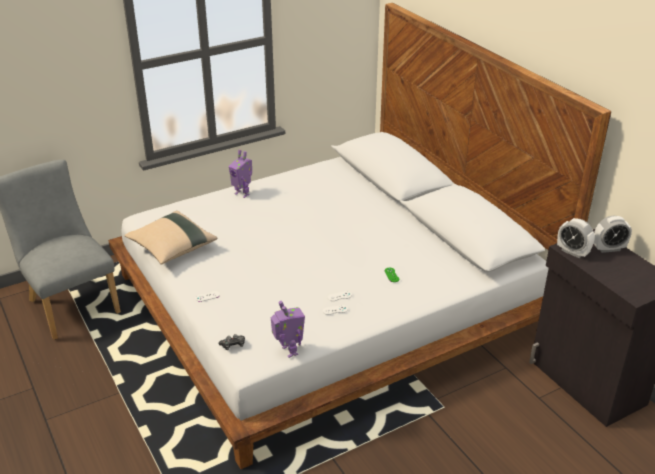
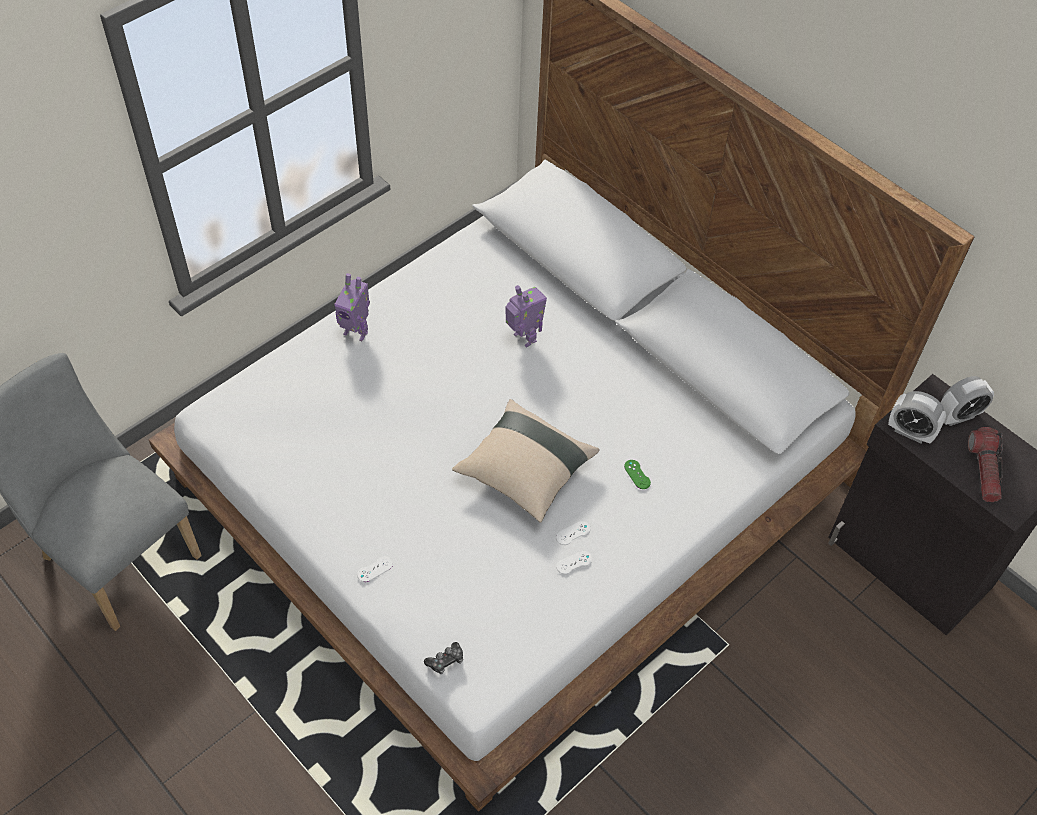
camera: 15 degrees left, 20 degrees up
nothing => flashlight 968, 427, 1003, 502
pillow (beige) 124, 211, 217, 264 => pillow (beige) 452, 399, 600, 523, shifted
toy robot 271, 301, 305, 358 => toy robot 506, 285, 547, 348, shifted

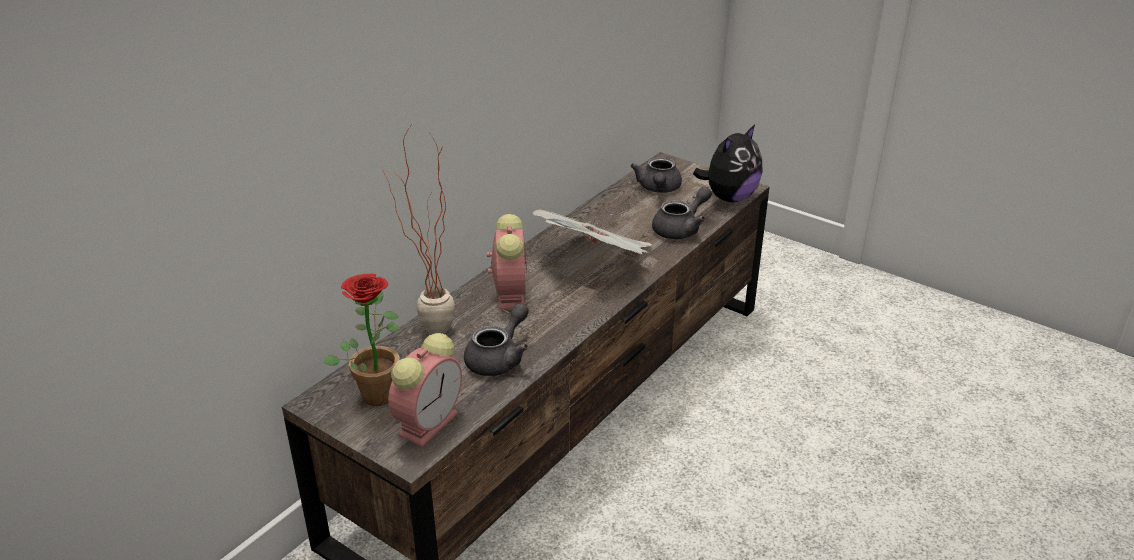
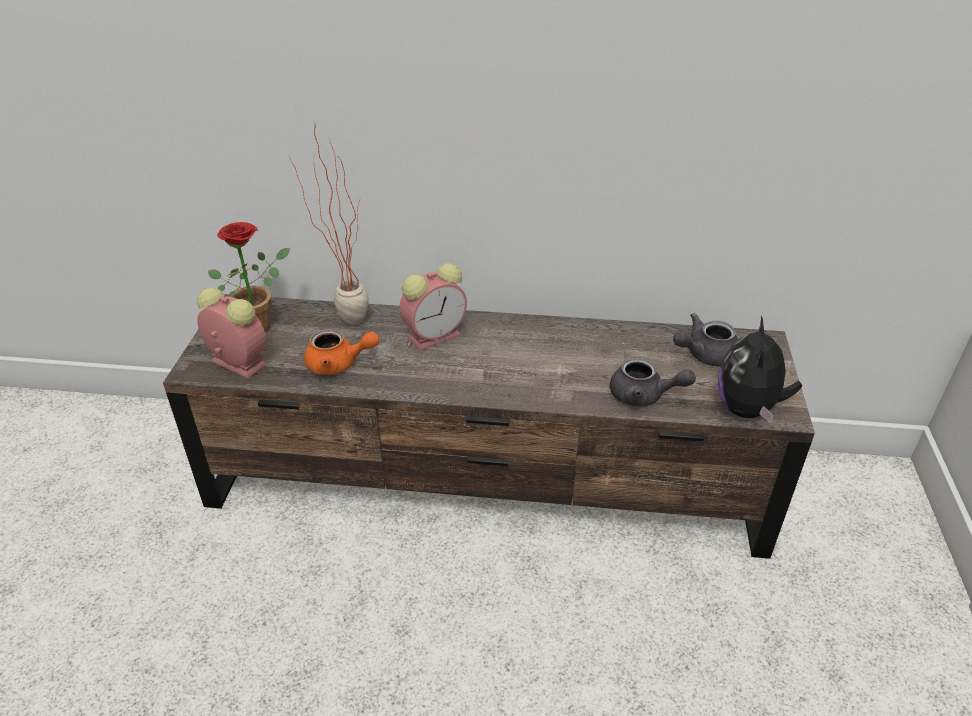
camera: 60 degrees right, 5 degrees up
newspaper 533, 209, 652, 254 => nothing
teapot (grey) 464, 303, 529, 376 => teapot (orange) 304, 329, 379, 375
alarm clock 388, 333, 462, 447 => alarm clock 197, 287, 266, 378, 150 degrees counterclockwise
plush toy 693, 124, 763, 202 => plush toy 718, 316, 802, 424, 90 degrees clockwise

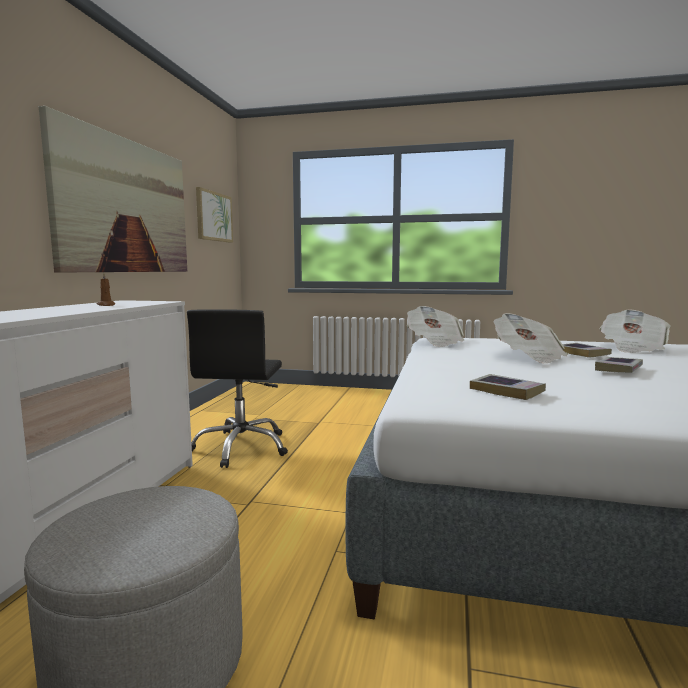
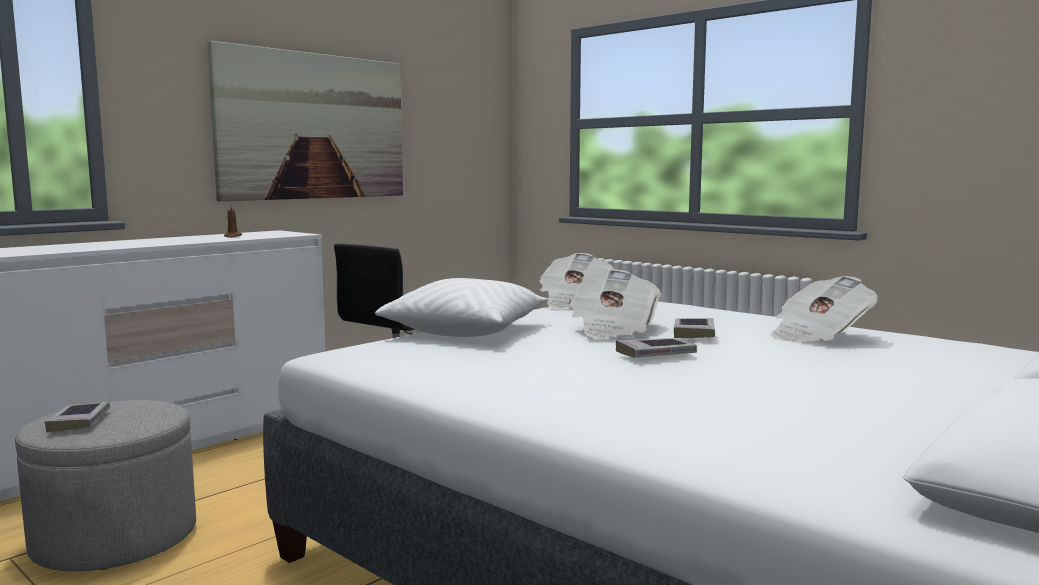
camera: 30 degrees right, 0 degrees up
picture 196, 187, 233, 243 => nothing
nothing => pillow (white) 375, 278, 548, 337
book 470, 374, 546, 400 => book 45, 401, 110, 432, shifted

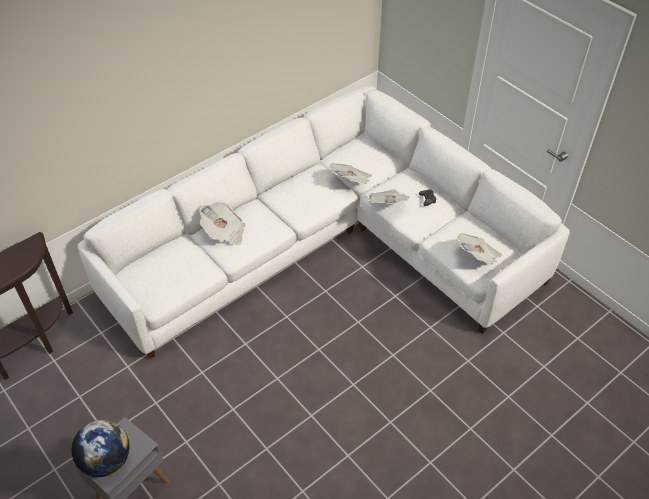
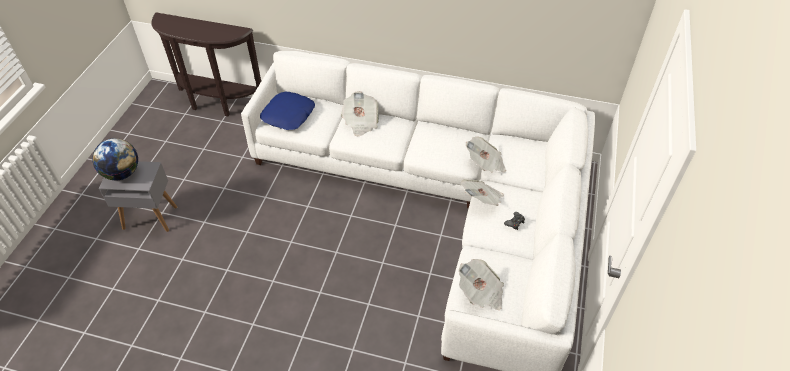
camera: 55 degrees right, 0 degrees up
nothing => pillow (blue) 260, 92, 315, 130

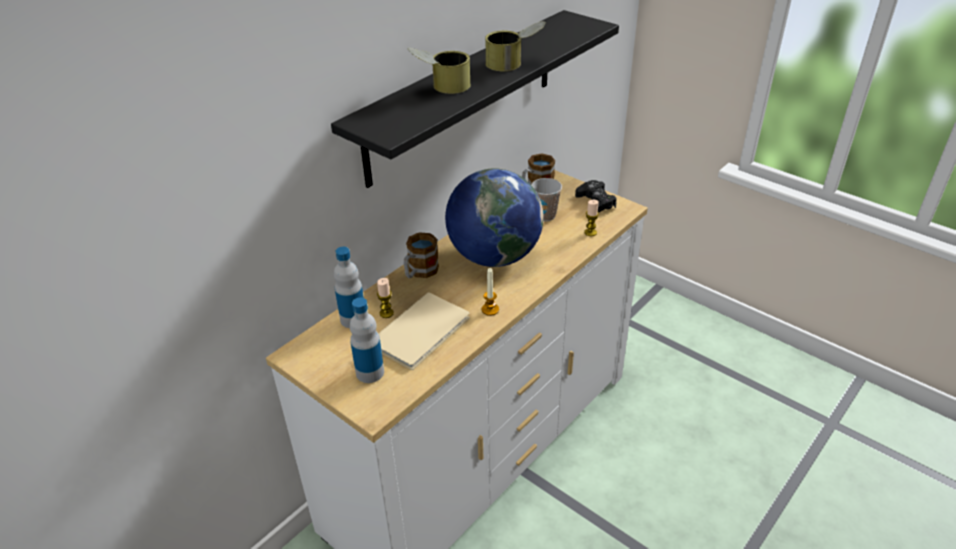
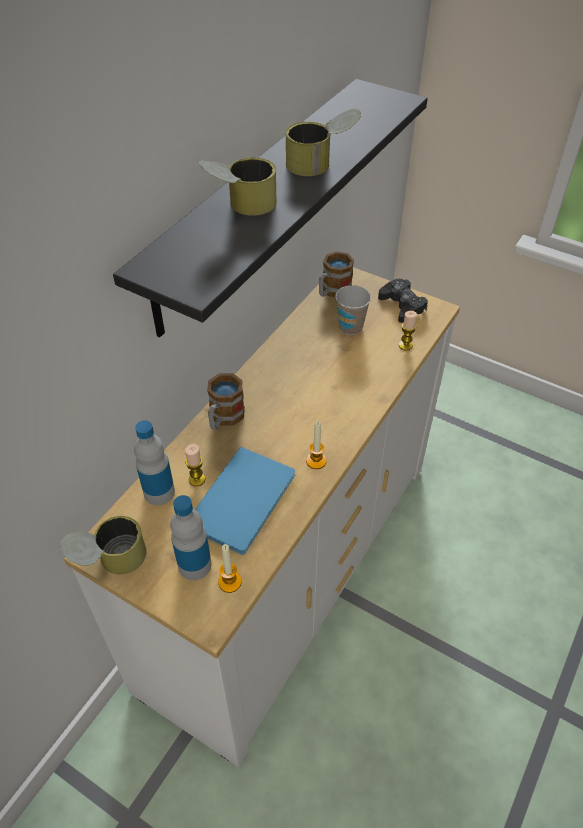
camera: 10 degrees left, 10 degrees up
globe 445, 168, 544, 267 => nothing
nothing => can 60, 516, 147, 574
nothing => candle 218, 544, 242, 593
book (beige) 378, 292, 470, 370 => book (blue) 195, 447, 295, 555

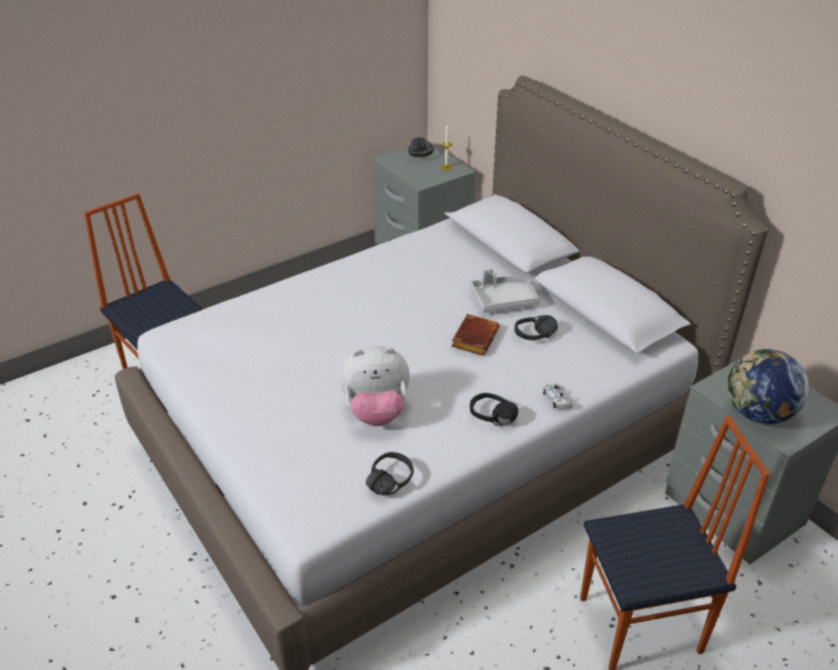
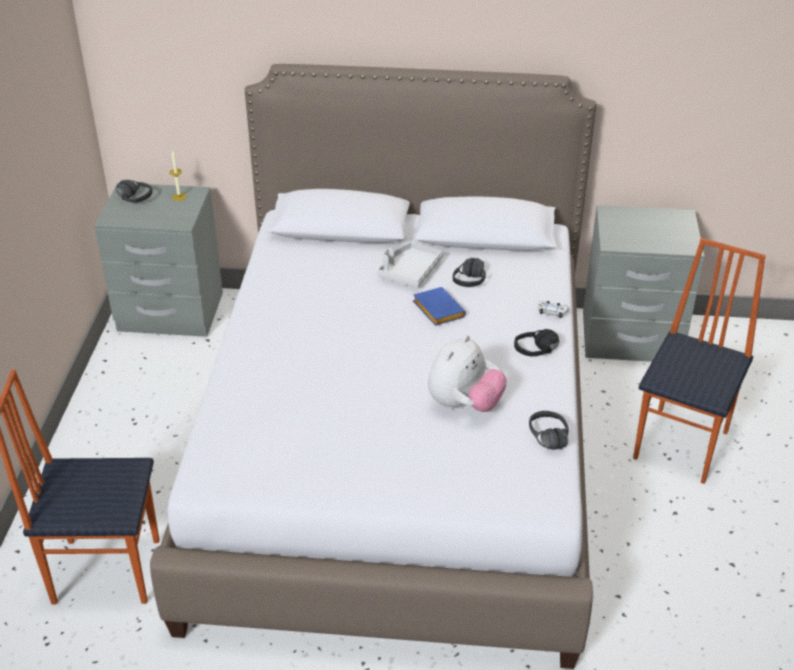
camera: 50 degrees left, 0 degrees up
globe 727, 349, 809, 424 => nothing
book (brown) 451, 314, 500, 356 => book (blue) 413, 287, 466, 326

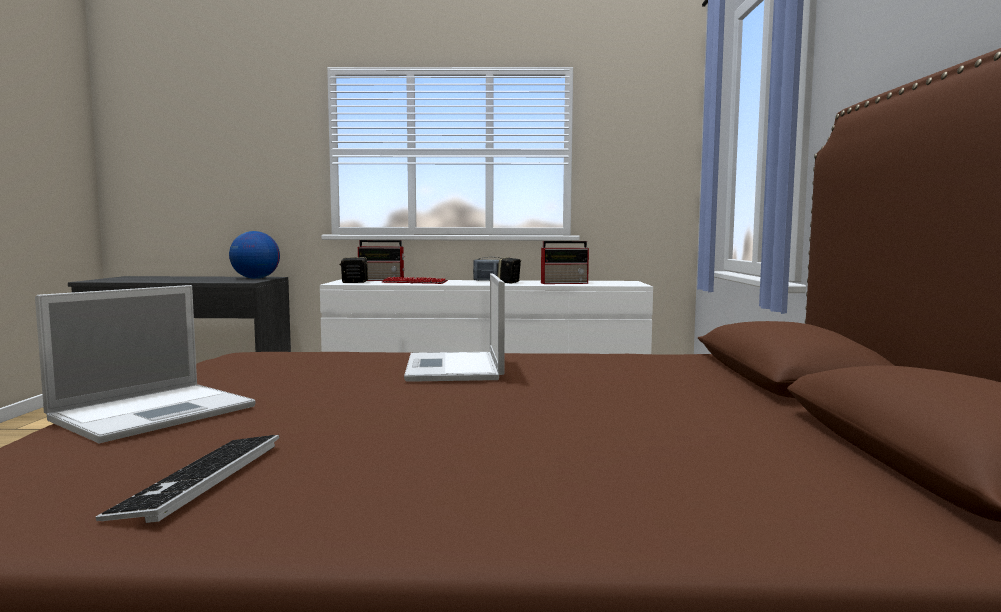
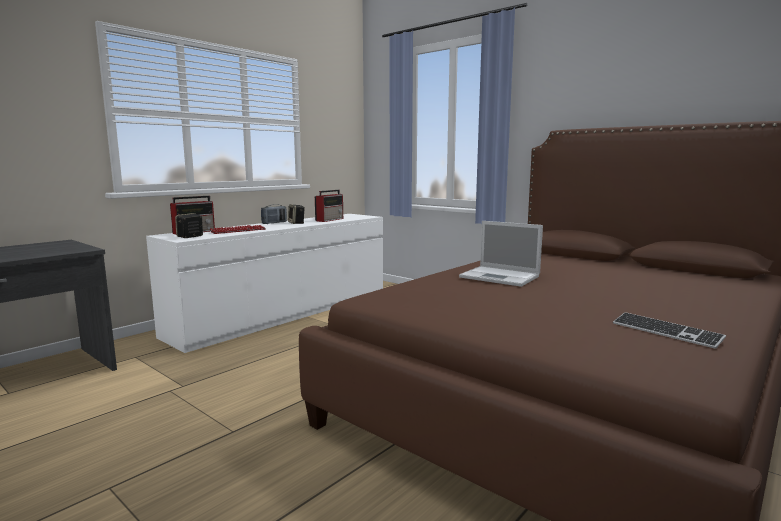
camera: 50 degrees left, 5 degrees up
laptop 35, 285, 255, 443 => nothing
globe 229, 231, 280, 279 => nothing

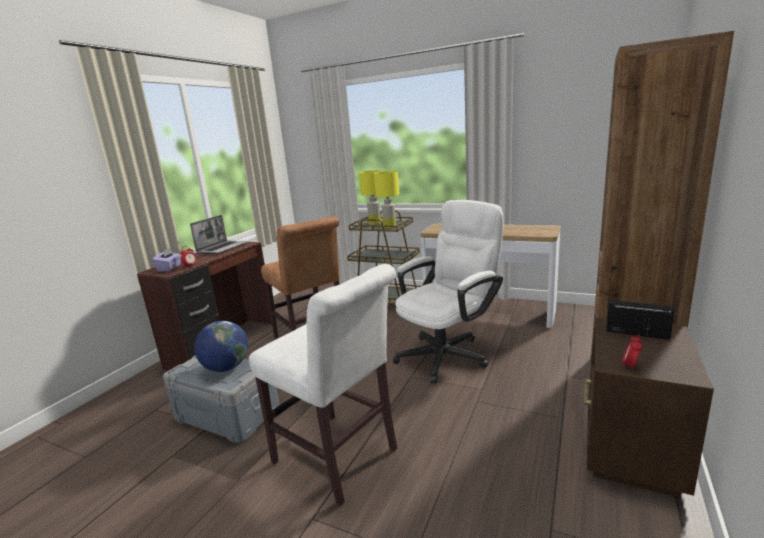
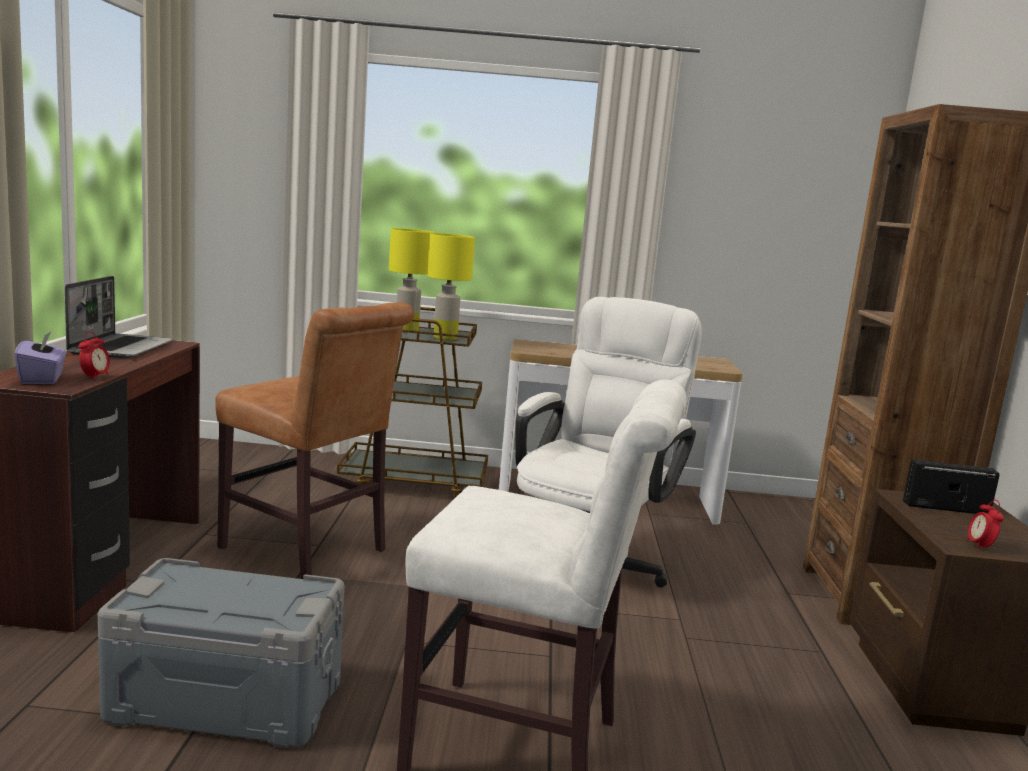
camera: 25 degrees left, 5 degrees down
globe 194, 321, 248, 372 => nothing

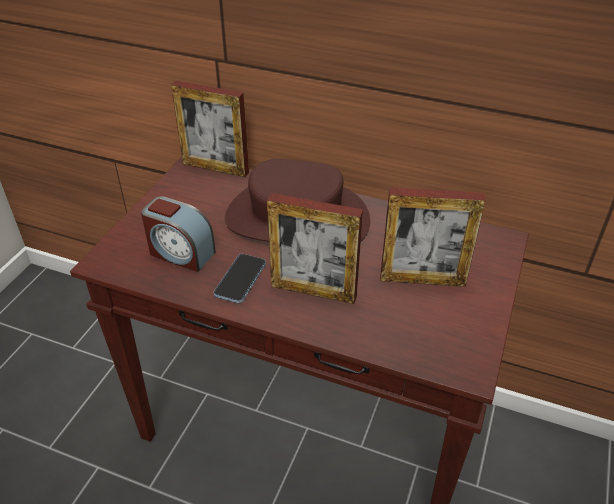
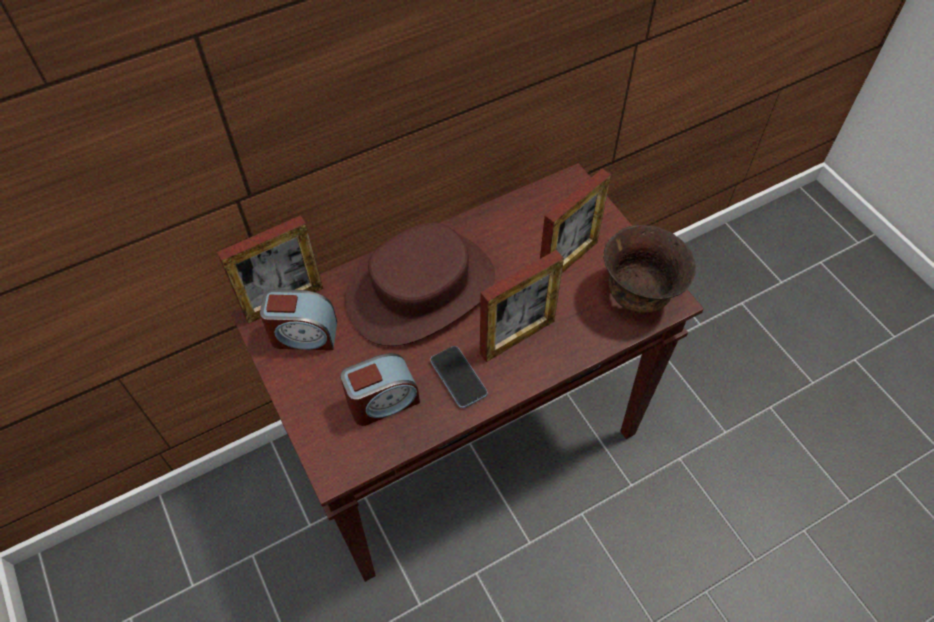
camera: 50 degrees left, 15 degrees up
nothing => alarm clock 260, 289, 337, 350
nothing => bowl (brown) 603, 225, 696, 313

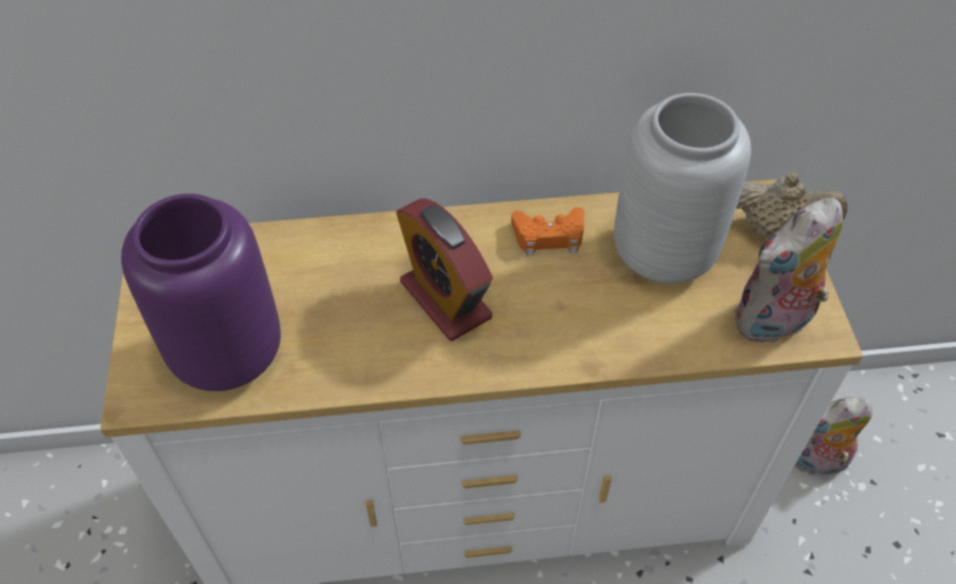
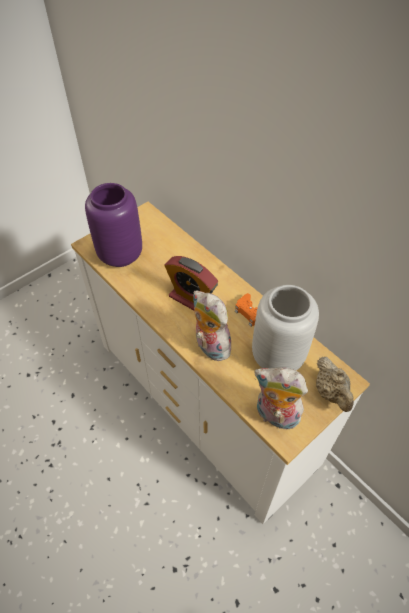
camera: 55 degrees right, 0 degrees up
plush toy 795, 397, 872, 475 => plush toy 193, 291, 232, 361, shifted
alarm clock 396, 198, 493, 341 => alarm clock 165, 256, 218, 310, 75 degrees counterclockwise

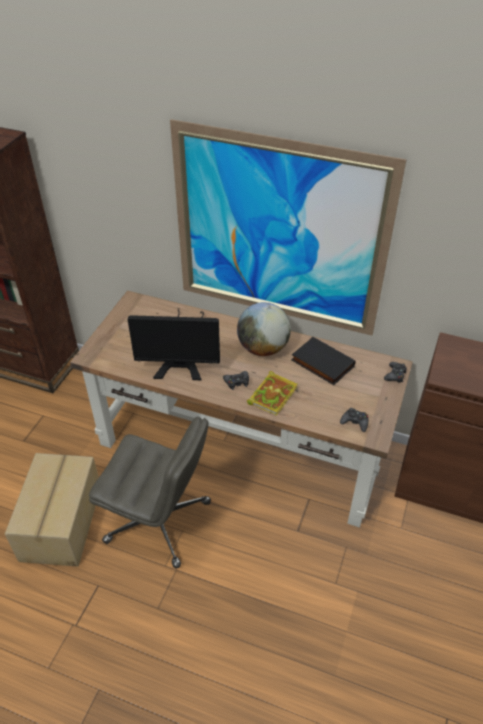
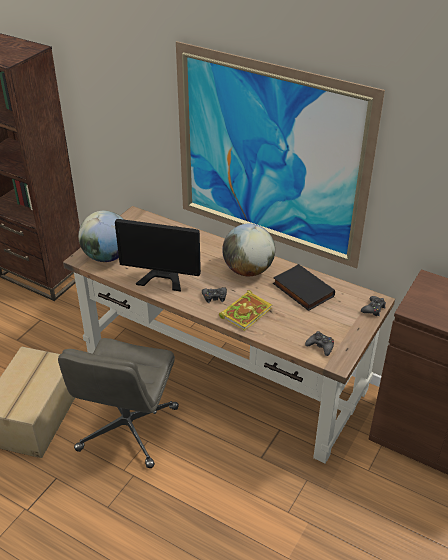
camera: 10 degrees right, 5 degrees down
nothing => globe 78, 211, 124, 262
office chair (grey) 89, 417, 211, 568 => office chair (grey) 58, 338, 179, 468, 75 degrees clockwise

